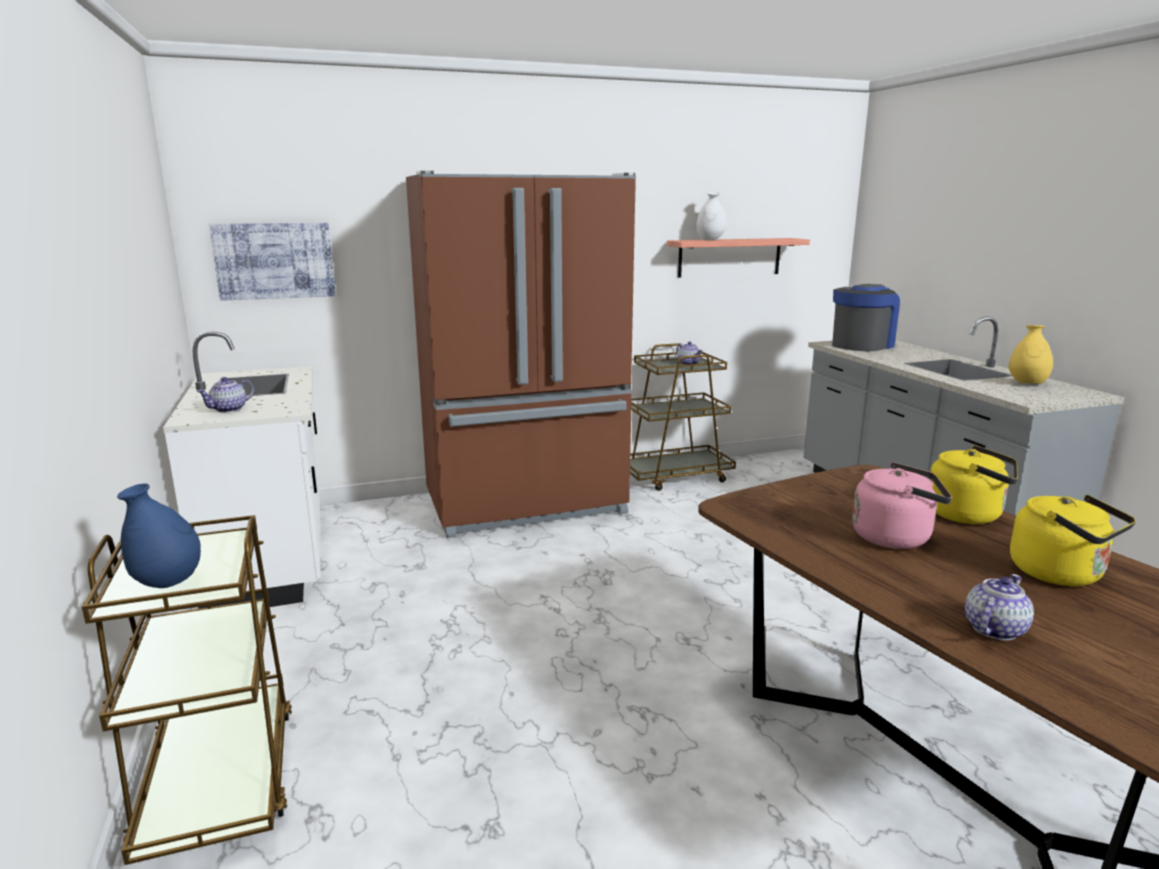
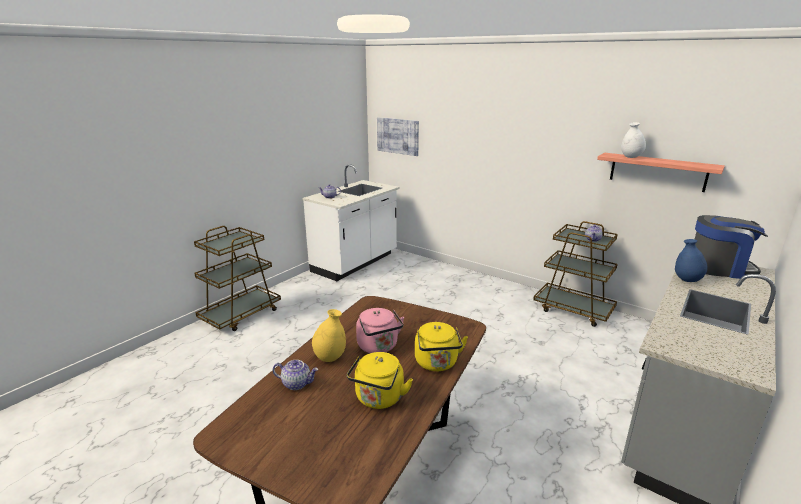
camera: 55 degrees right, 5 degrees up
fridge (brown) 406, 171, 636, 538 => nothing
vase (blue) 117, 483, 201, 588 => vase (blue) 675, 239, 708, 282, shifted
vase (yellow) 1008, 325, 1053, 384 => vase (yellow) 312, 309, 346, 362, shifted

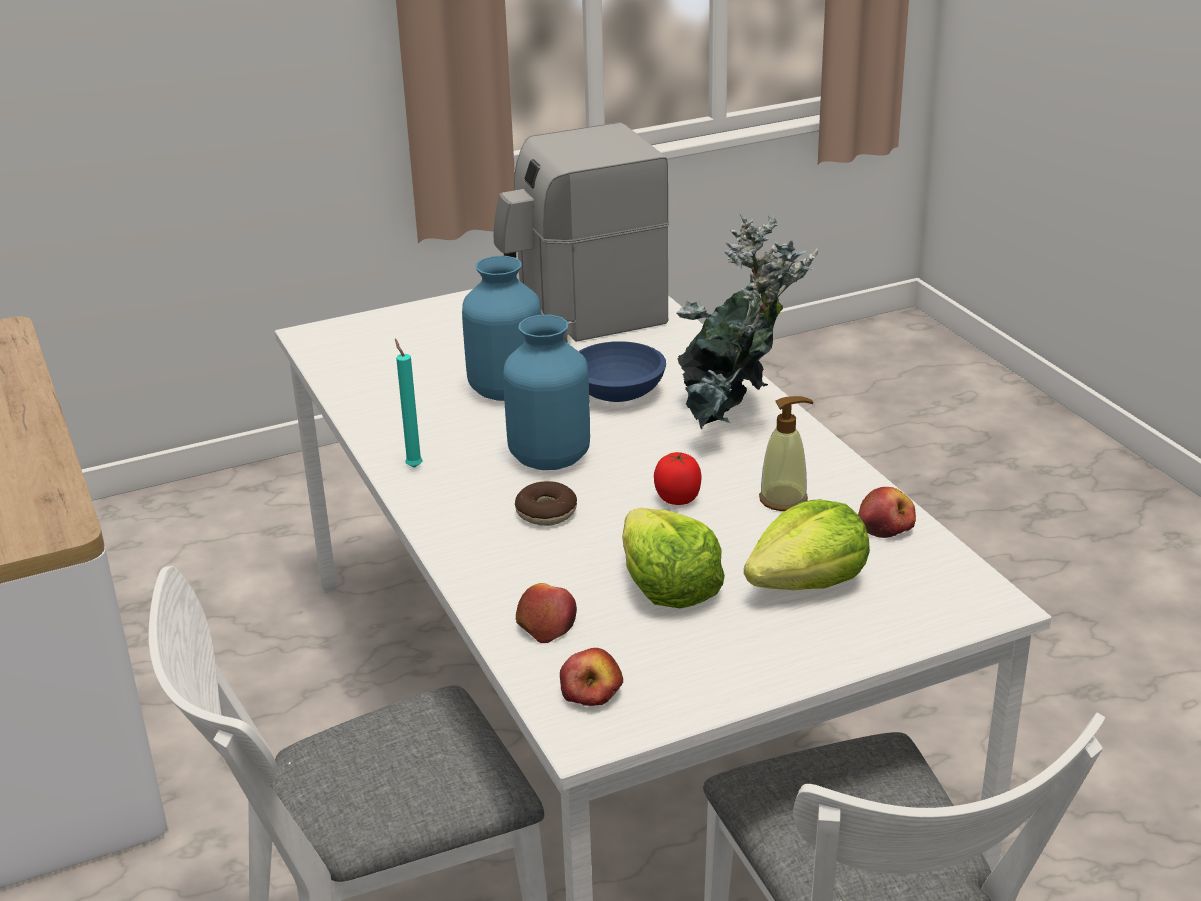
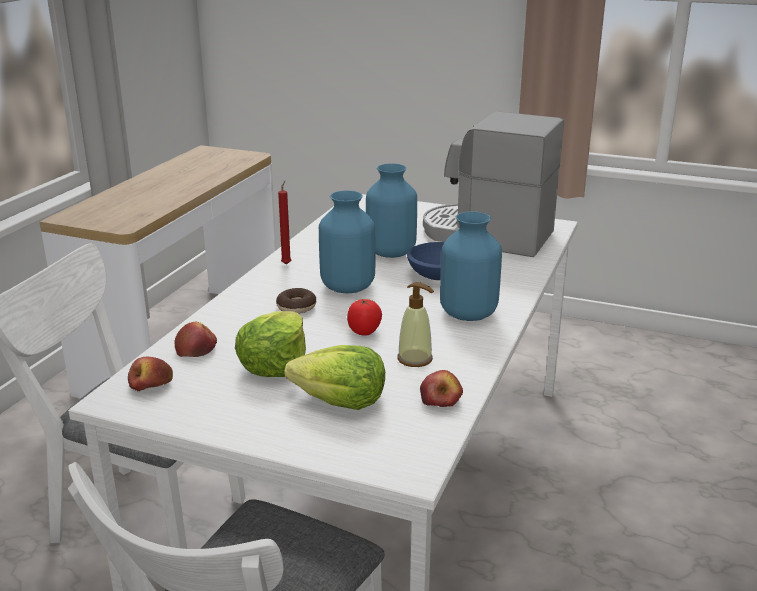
camera: 45 degrees right, 5 degrees down
potted plant 677, 215, 819, 430 => vase (blue) 440, 211, 502, 321
candle (turquoise) 395, 339, 423, 468 => candle (red) 278, 181, 291, 265

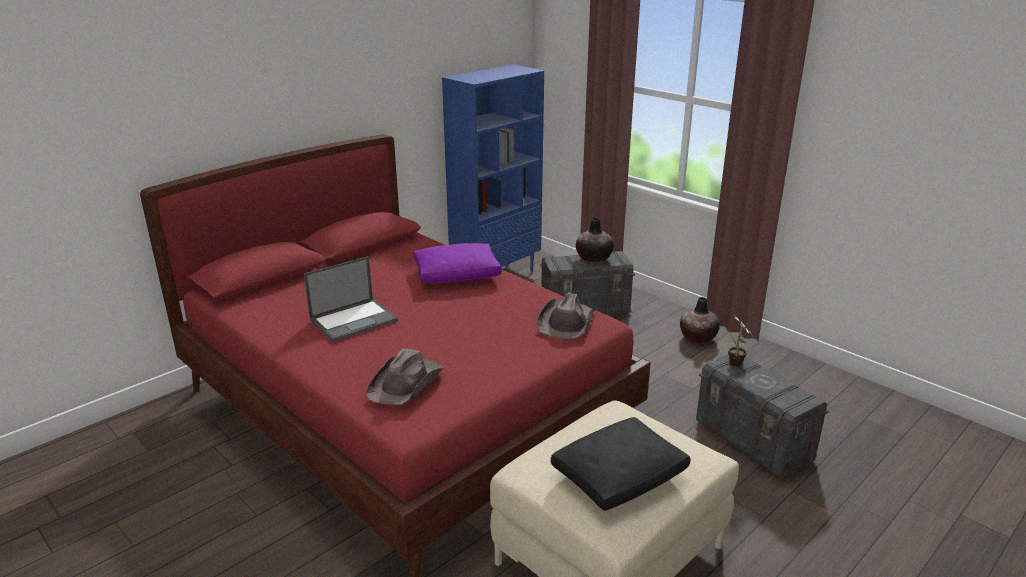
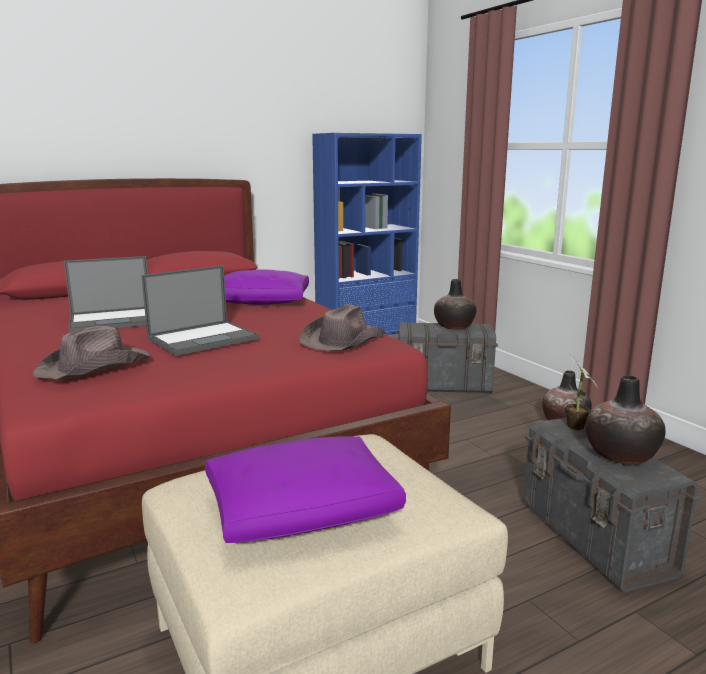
camera: 15 degrees right, 10 degrees down
nothing => laptop 141, 265, 259, 356
nothing => vase 585, 375, 666, 465
pillow (black) 551, 417, 691, 511 => pillow (purple) 205, 436, 406, 543

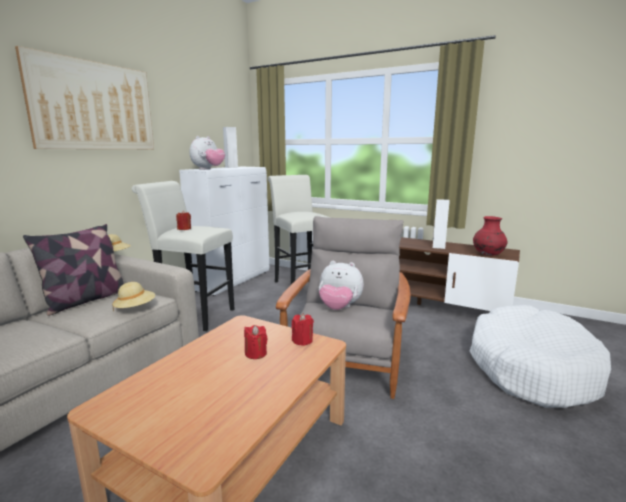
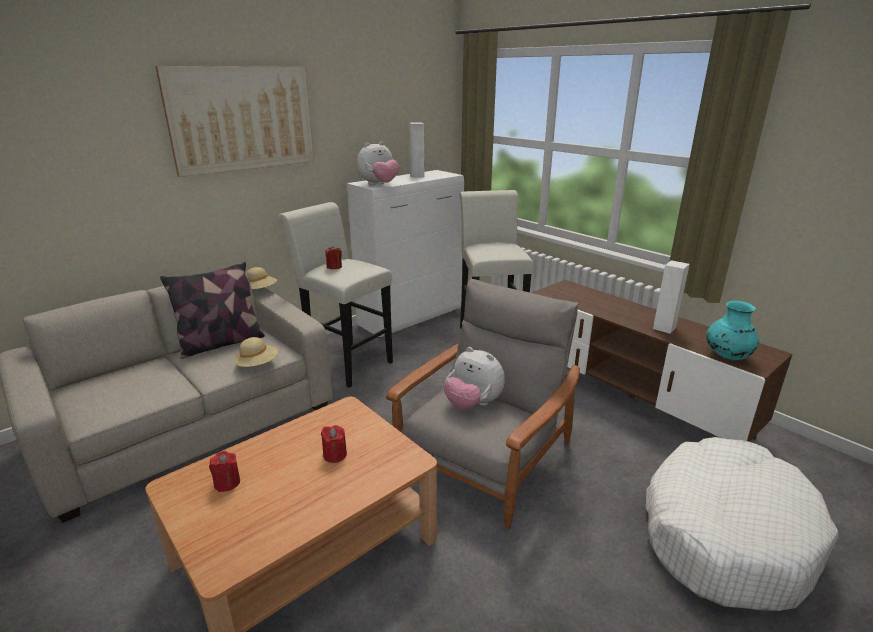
camera: 20 degrees right, 10 degrees up
candle (red) 292, 313, 314, 346 => candle (red) 209, 451, 240, 492, shifted
vase (red) 473, 216, 507, 256 => vase (turquoise) 706, 301, 759, 361

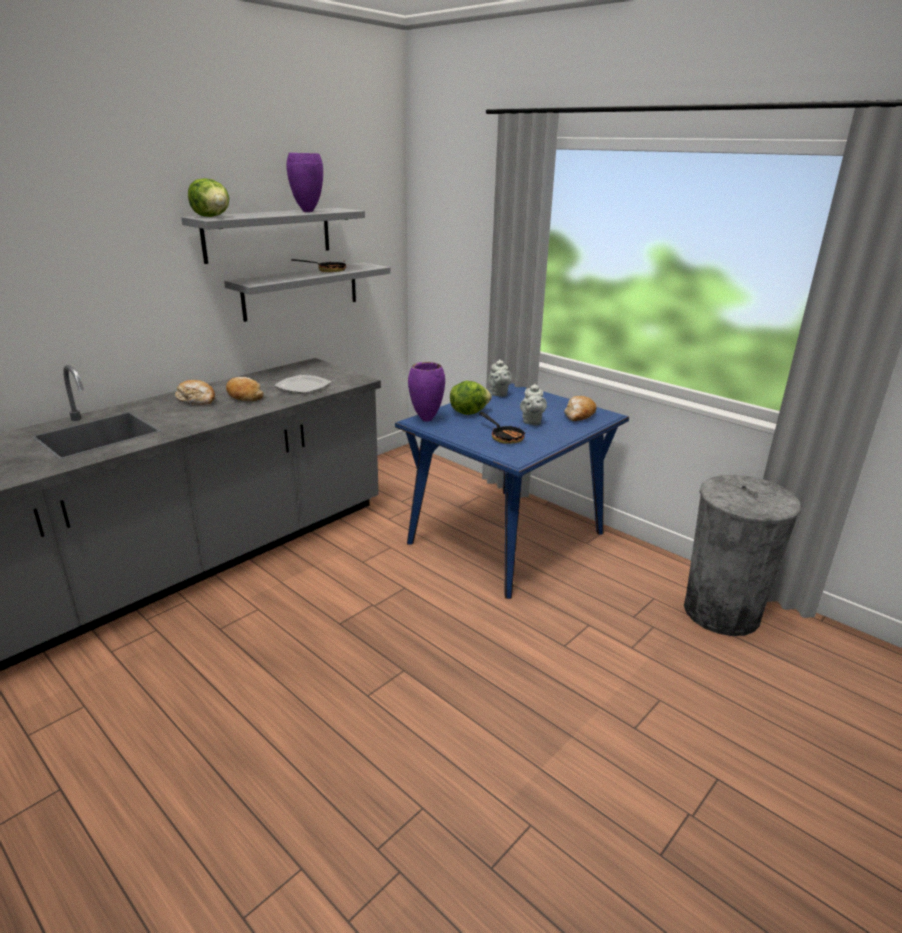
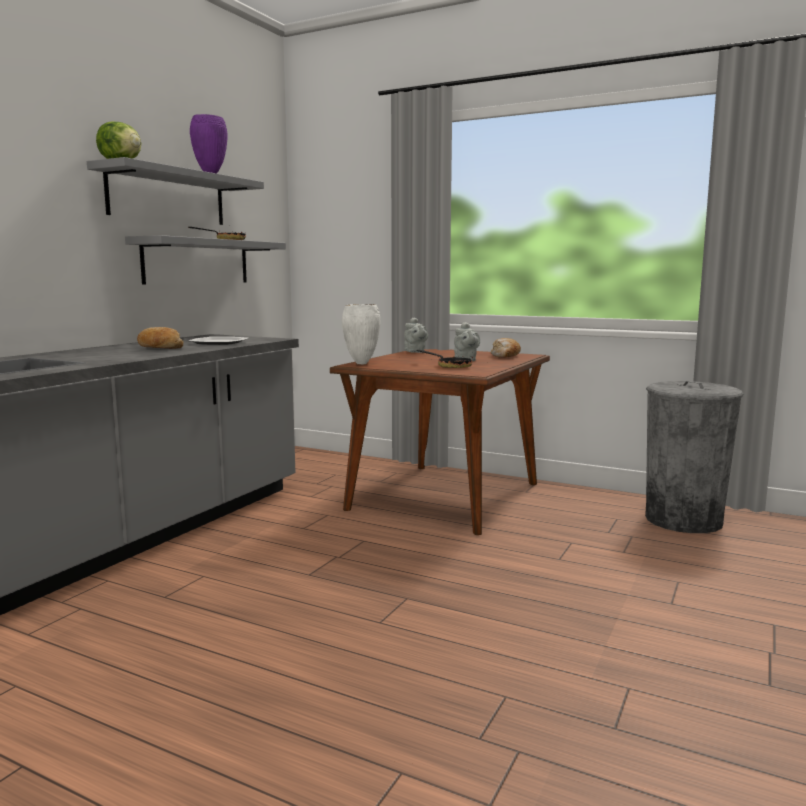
camera: 15 degrees left, 15 degrees down
bread 175, 380, 215, 405 => nothing
lettuce 450, 381, 492, 415 => nothing
dining table (blue) 395, 384, 629, 599 => dining table (brown) 330, 349, 550, 535
vase (purple) 408, 362, 445, 422 => vase (white) 342, 304, 381, 364

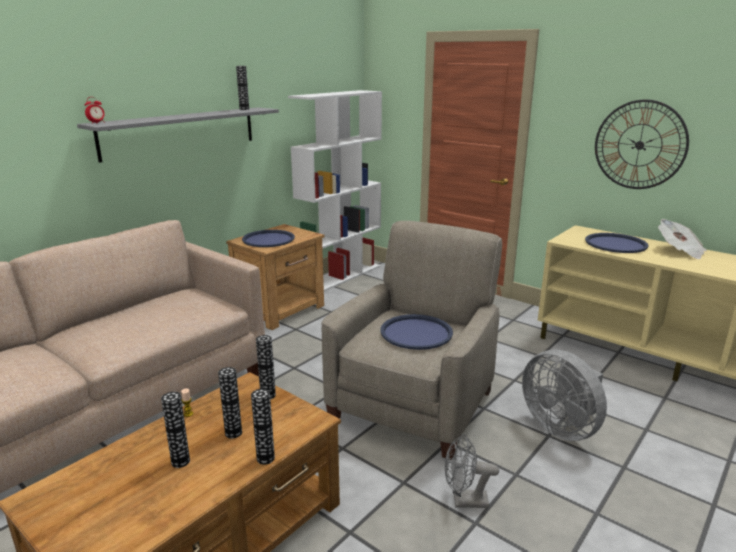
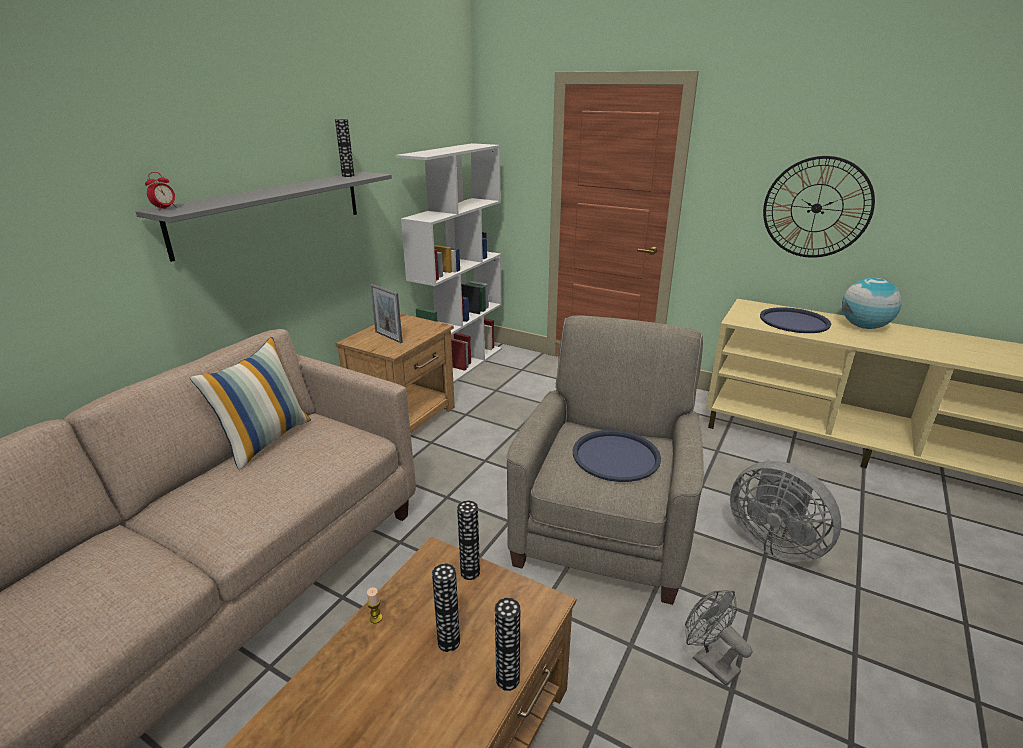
camera: 10 degrees left, 5 degrees up
vase 161, 392, 190, 468 => nothing
nothing => pillow 190, 337, 311, 470
tray (blue) 242, 230, 295, 247 => picture frame 370, 284, 403, 343
newspaper 658, 219, 707, 259 => globe 842, 278, 902, 329
fan (grey) 445, 434, 499, 508 => fan (grey) 685, 590, 753, 686, 60 degrees clockwise

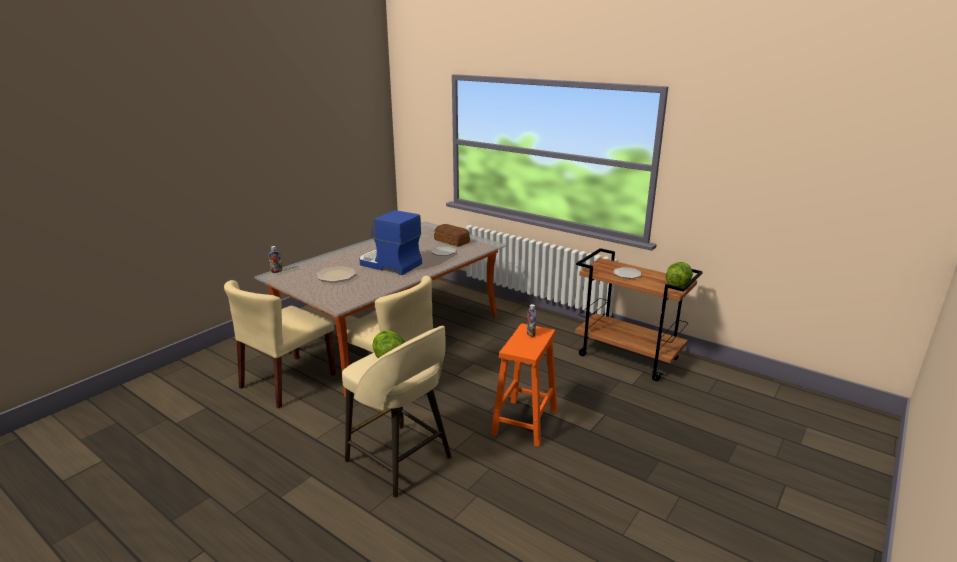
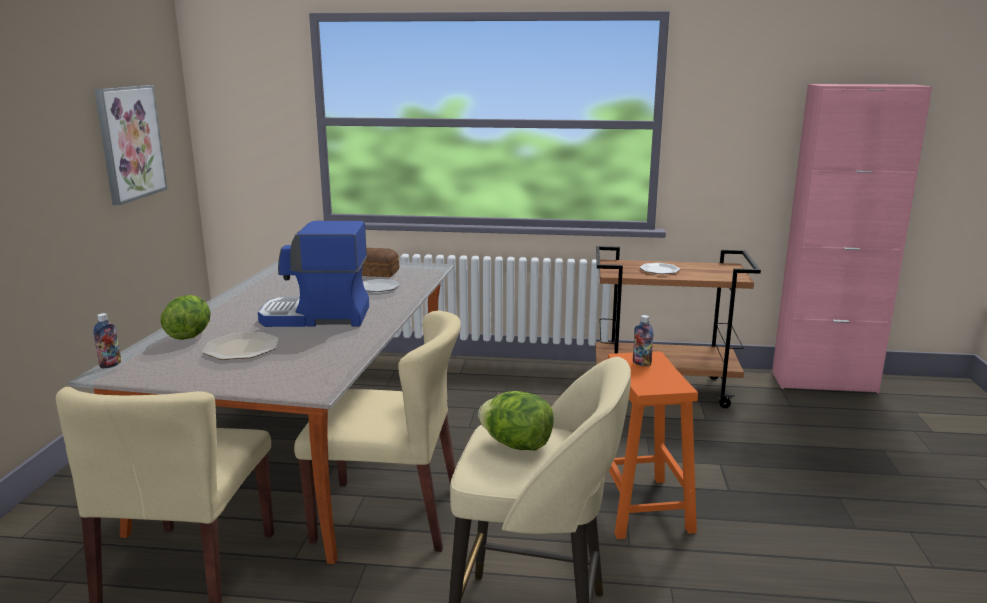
camera: 30 degrees left, 5 degrees down
nothing => picture 94, 85, 167, 205
nothing => cabinet (pink) 772, 84, 932, 393
lettuce 666, 262, 693, 287 => lettuce 161, 295, 211, 340, shifted

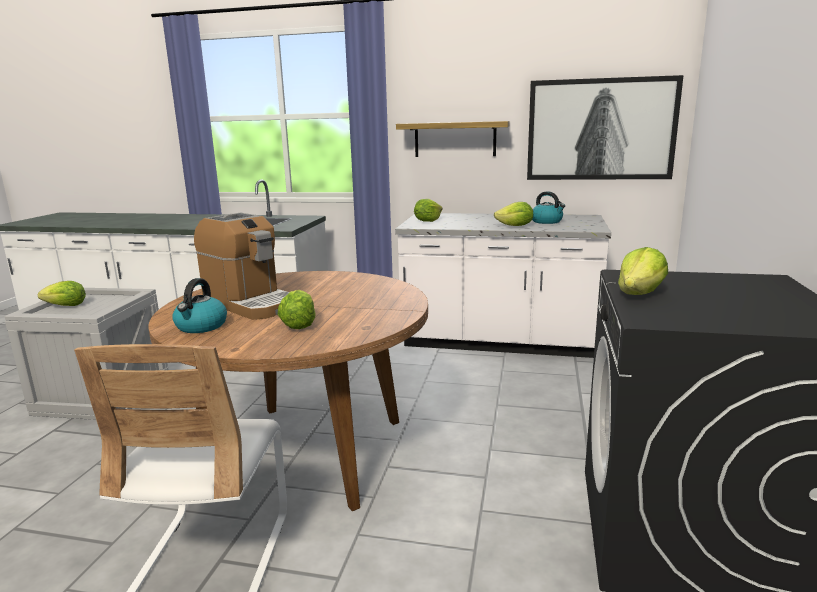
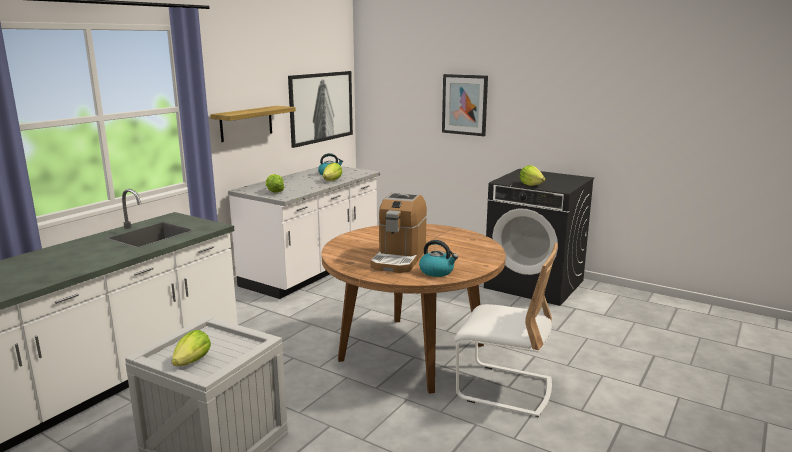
camera: 70 degrees left, 0 degrees up
lettuce 277, 290, 315, 329 => nothing
nothing => picture 442, 74, 488, 136
coffee machine 194, 213, 289, 320 => coffee machine 370, 193, 427, 273, 135 degrees clockwise

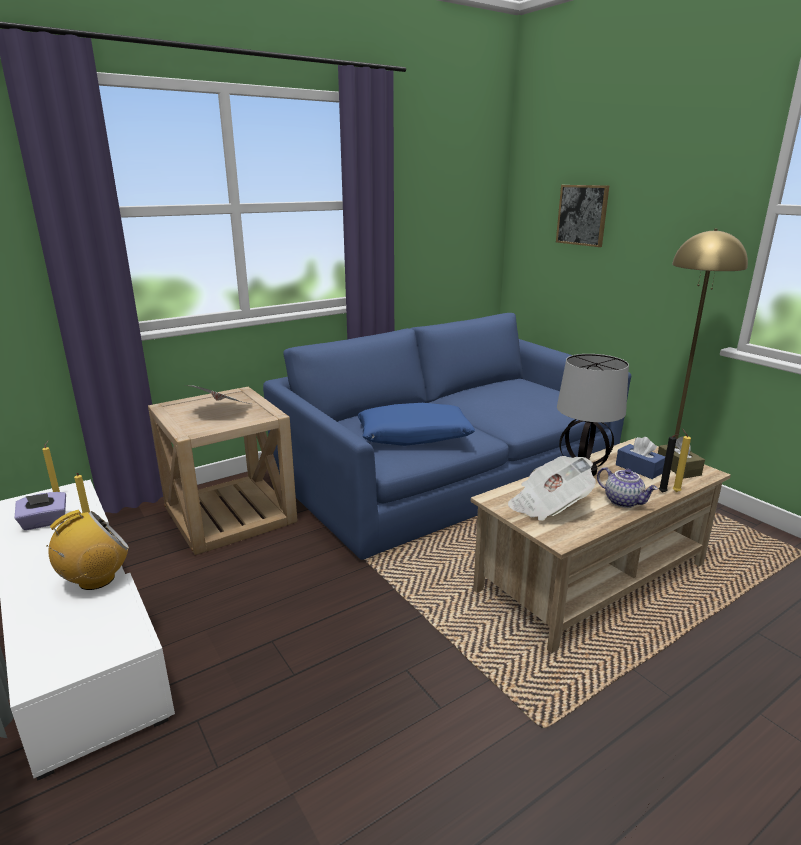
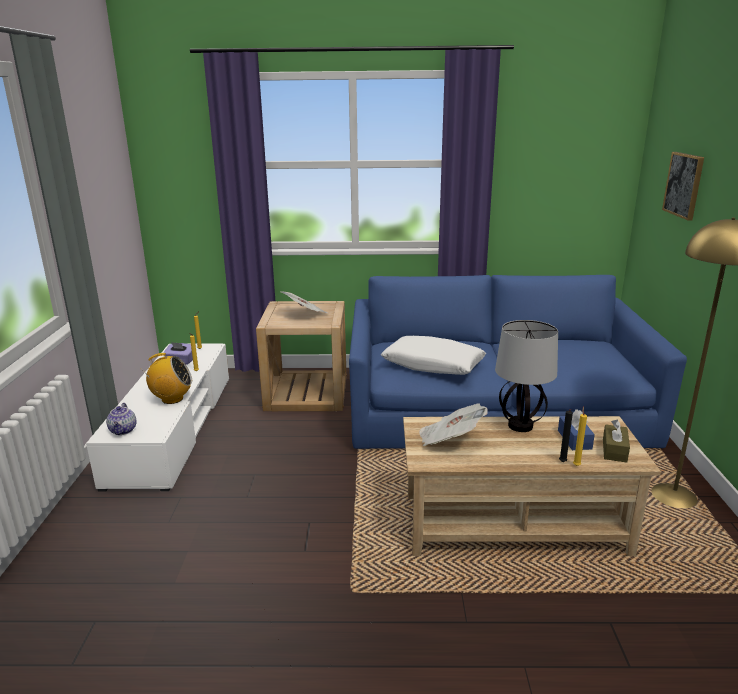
camera: 35 degrees right, 0 degrees up
teapot 597, 467, 658, 508 => teapot 106, 403, 136, 435, shifted
pillow (blue) 358, 403, 475, 446 => pillow (white) 381, 336, 486, 375

